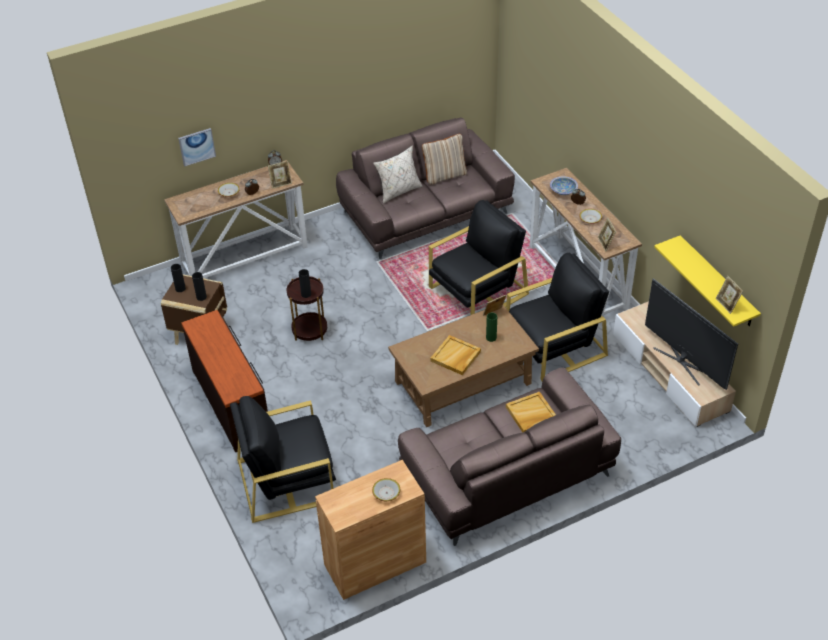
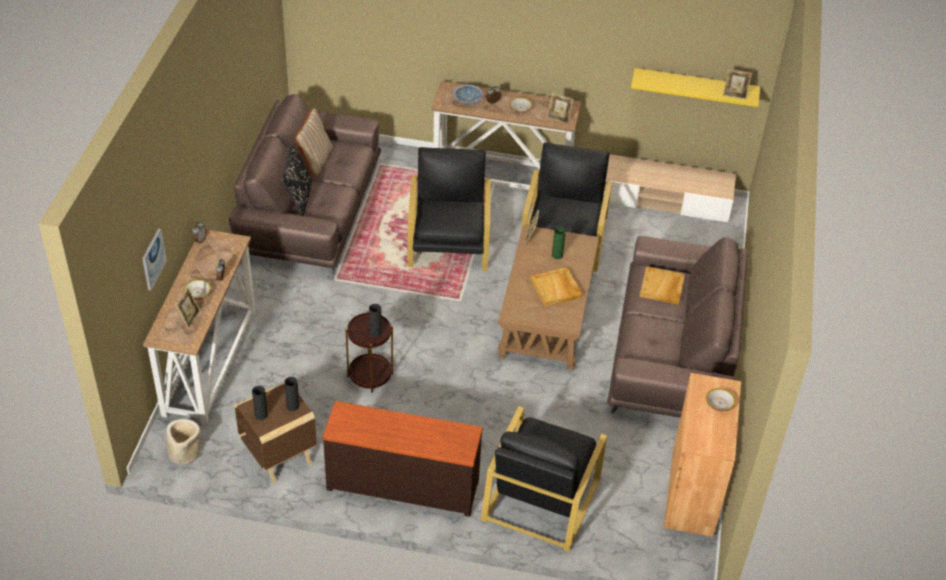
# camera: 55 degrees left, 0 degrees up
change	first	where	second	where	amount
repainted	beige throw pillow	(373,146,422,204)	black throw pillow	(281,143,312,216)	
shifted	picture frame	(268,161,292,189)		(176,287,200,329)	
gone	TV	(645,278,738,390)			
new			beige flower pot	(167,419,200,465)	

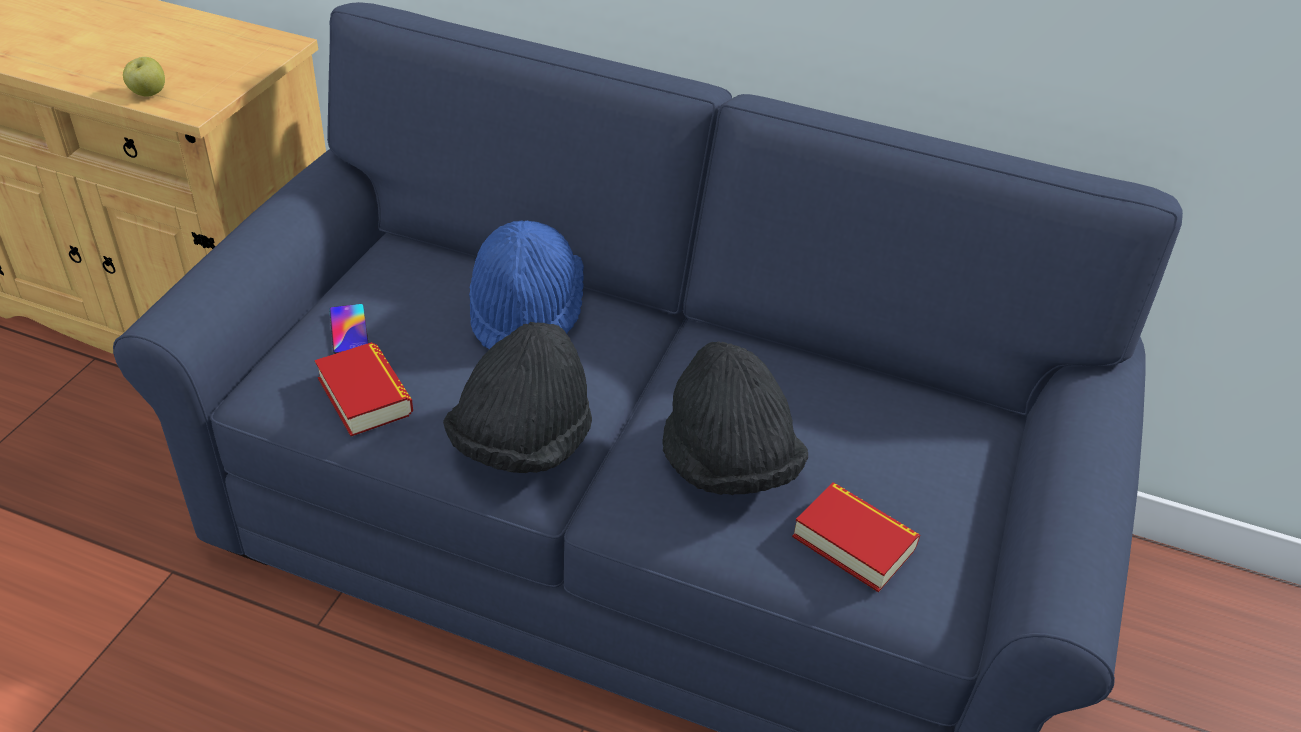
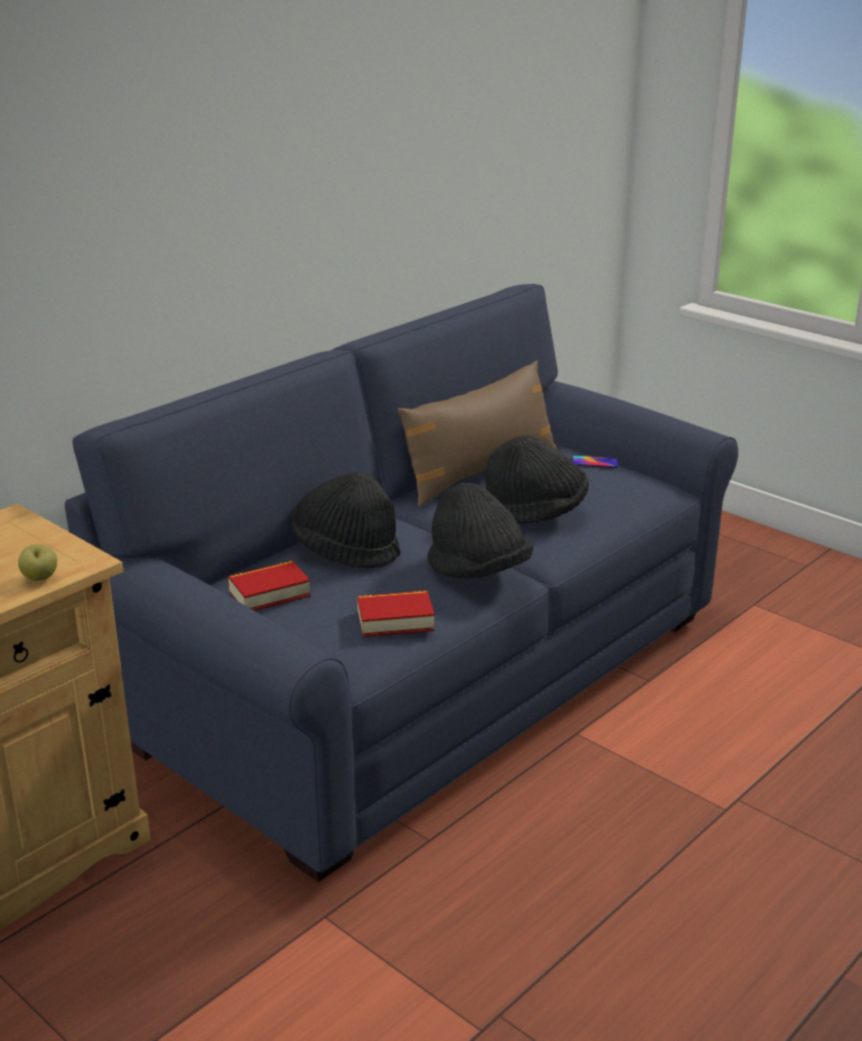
# camera: 65 degrees left, 15 degrees down
change	first	where	second	where	amount
repainted	blue-coloured hat	(469,220,584,349)	black hat	(291,472,401,569)	
shifted	telephone	(329,304,368,354)		(572,456,618,468)	
shifted	book	(792,482,920,592)		(228,561,311,611)	
new			brown-coloured throw pillow	(398,360,558,507)	

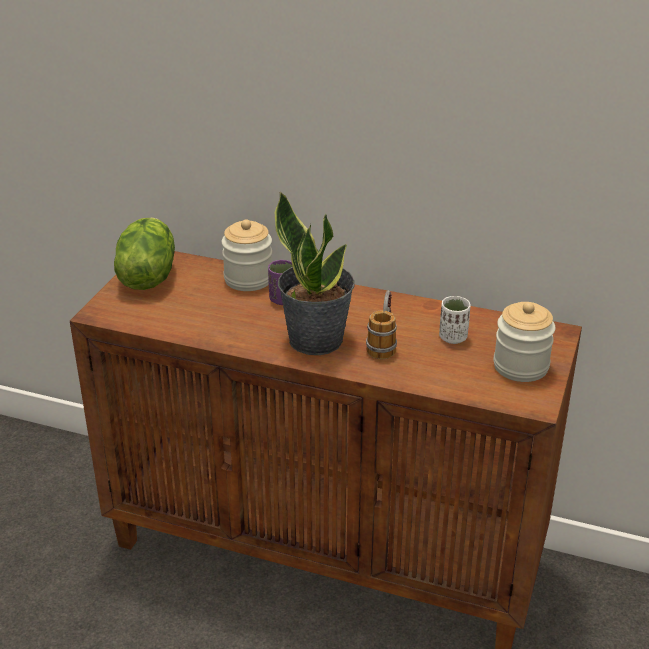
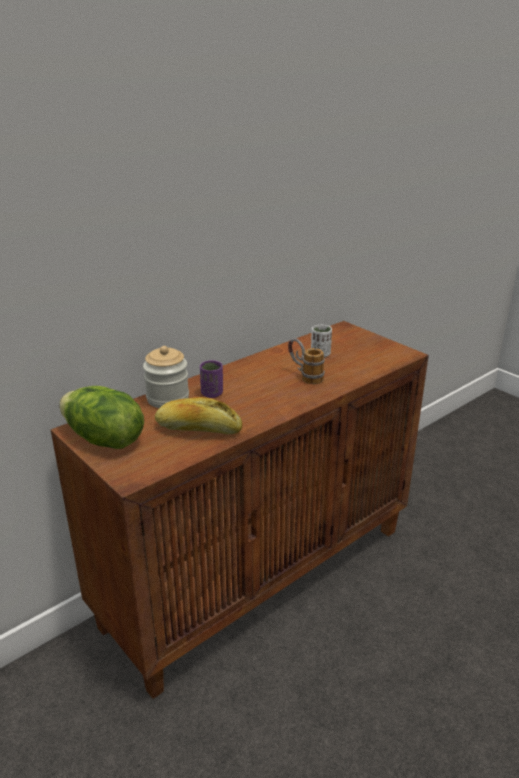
# camera: 60 degrees left, 5 degrees down
change	first	where	second	where	amount
gone	potted plant	(274,191,355,355)			
gone	preserve jar	(493,302,555,382)			
new			baked bread	(155,397,242,434)	

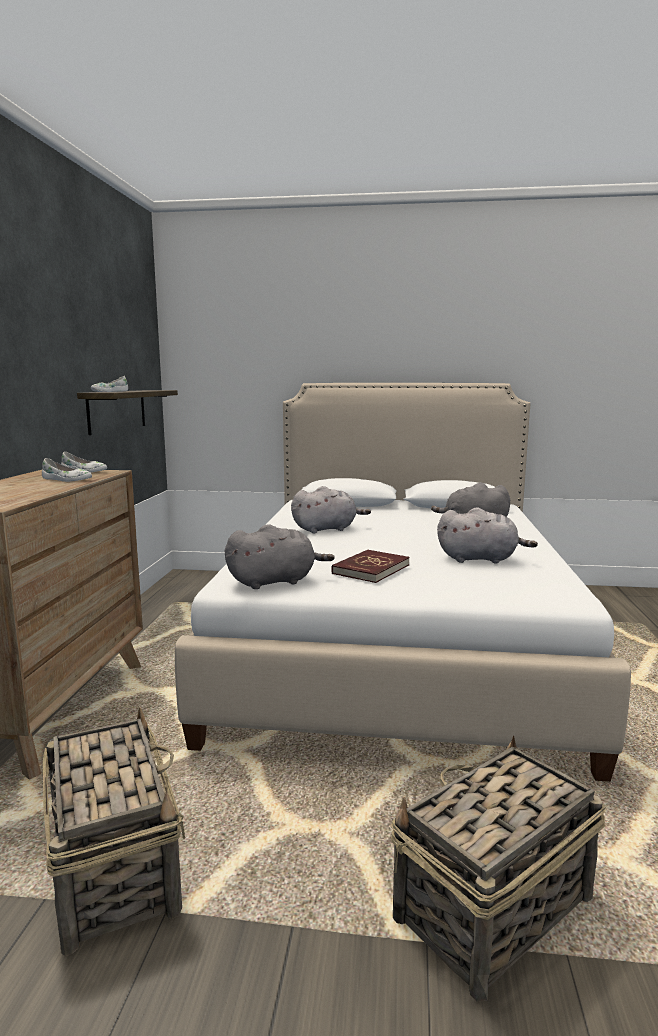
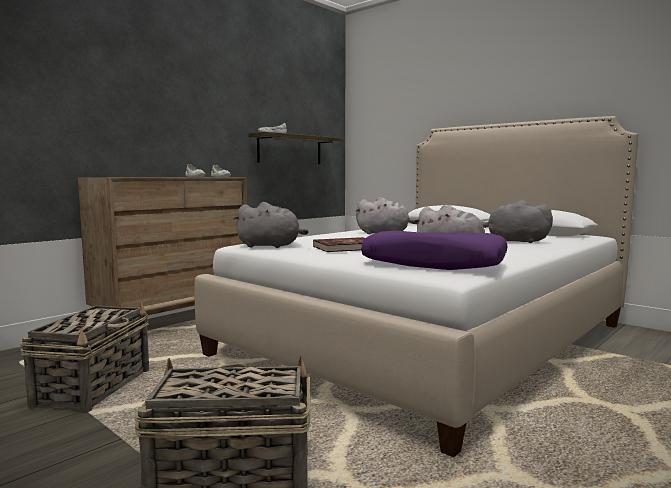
# camera: 35 degrees right, 5 degrees down
change	first	where	second	where	amount
new			purplish throw pillow	(361,231,508,270)	

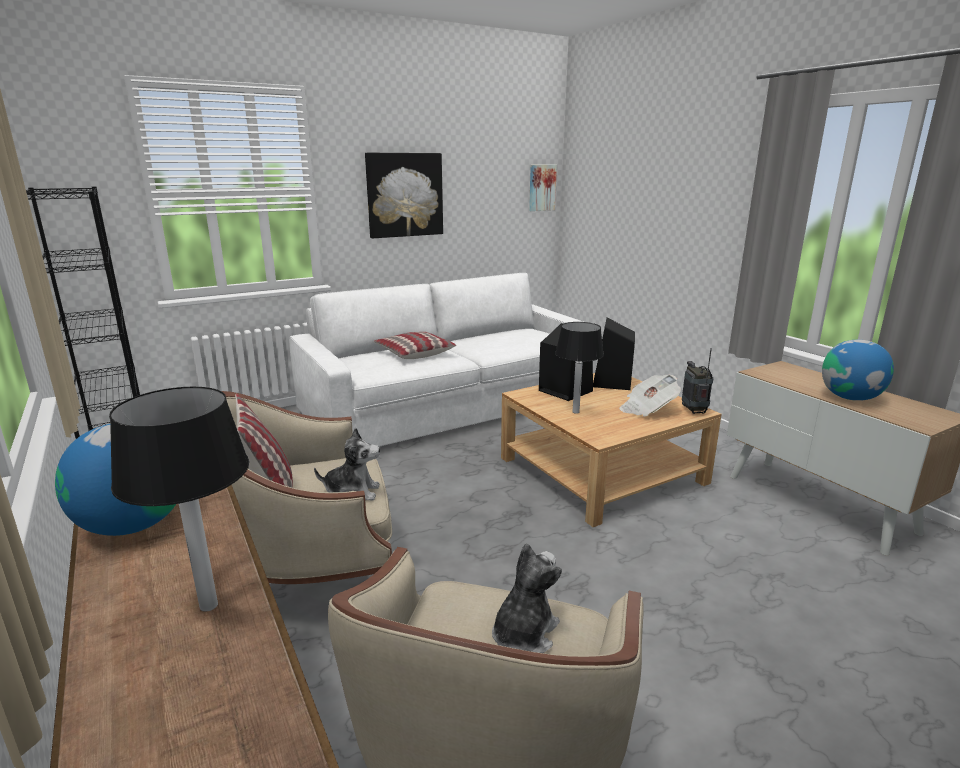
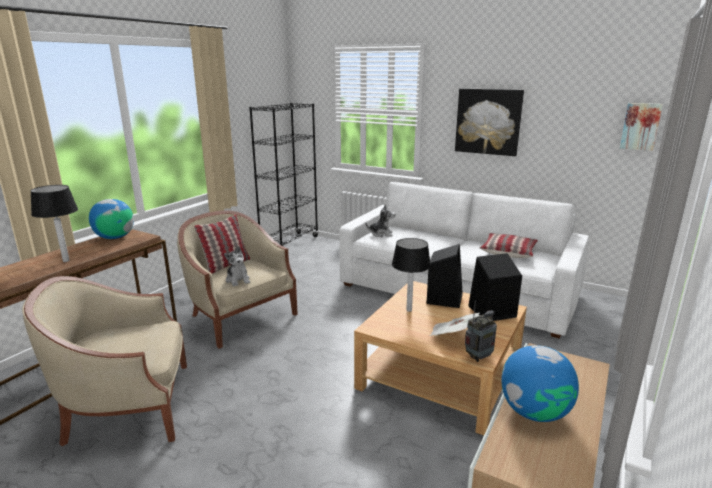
# camera: 60 degrees right, 0 degrees up
change	first	where	second	where	amount
shifted	throw pillow	(374,332,456,359)		(479,233,538,258)	
shifted	cuddly toy	(492,543,562,653)		(365,205,396,237)	

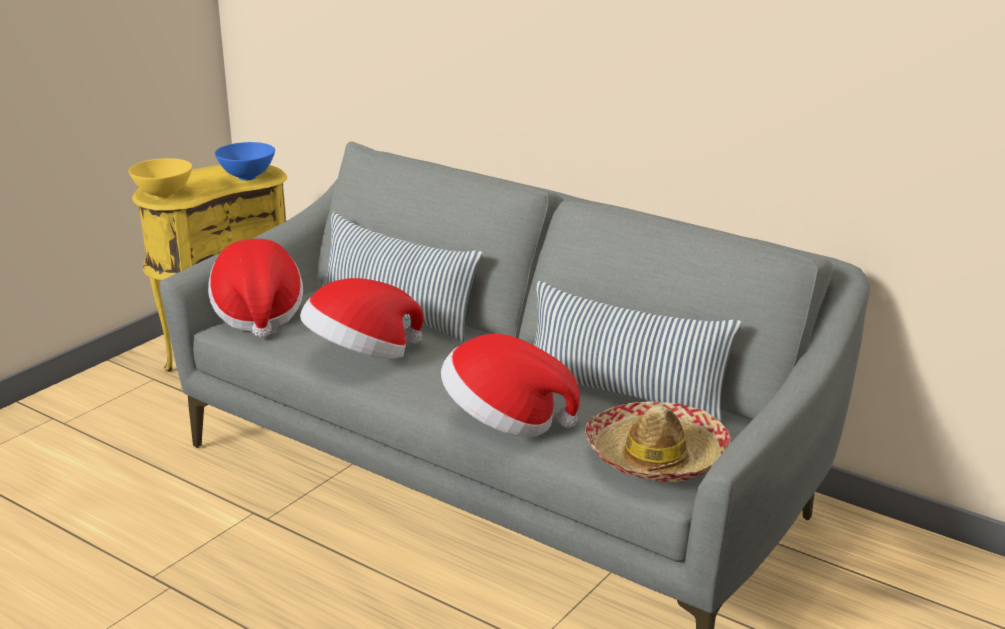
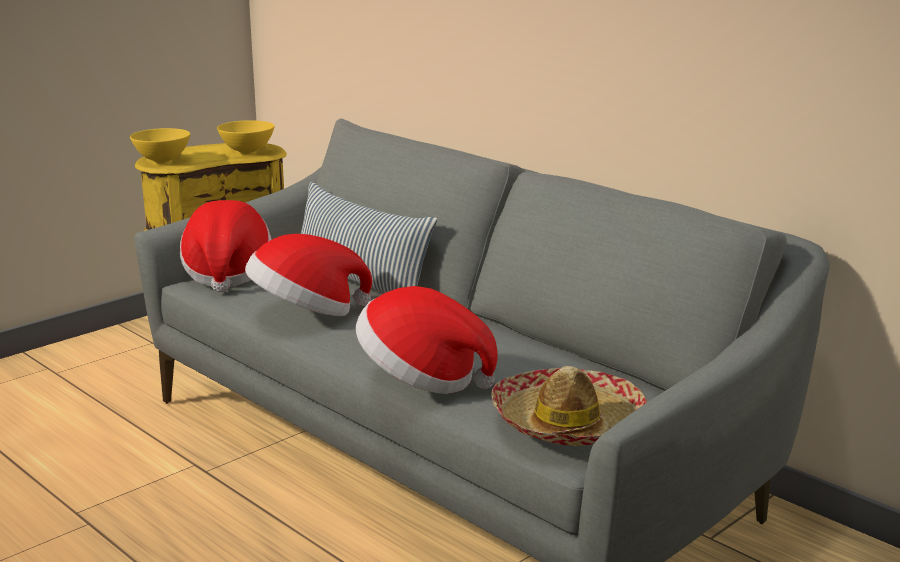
# camera: 10 degrees right, 5 degrees down
change	first	where	second	where	amount
repainted	blue-coloured serving bowl	(215,142,275,181)	yellow serving bowl	(217,120,275,155)	
gone	throw pillow	(534,281,741,423)			

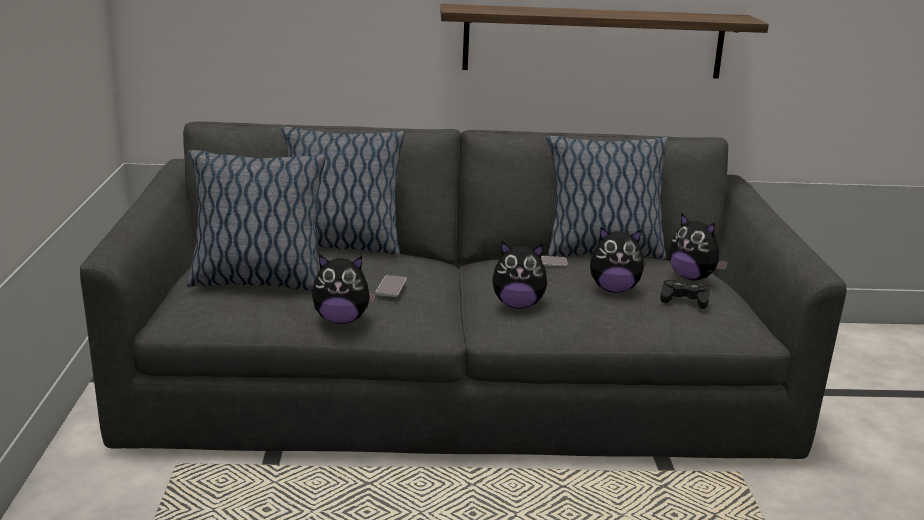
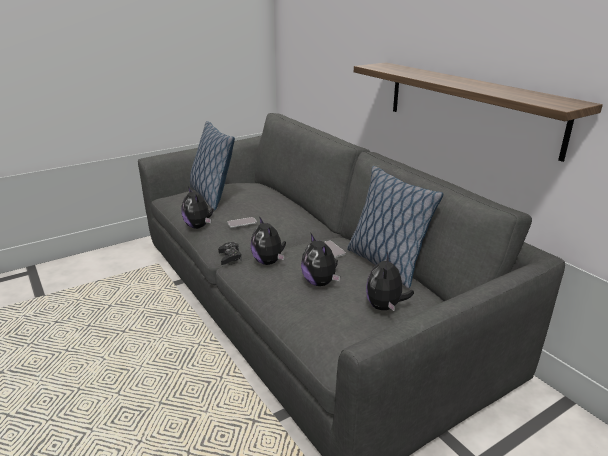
# camera: 60 degrees right, 5 degrees up
change	first	where	second	where	amount
gone	throw pillow	(281,127,404,255)			
shifted	black game controller	(660,279,710,309)		(218,242,242,265)	

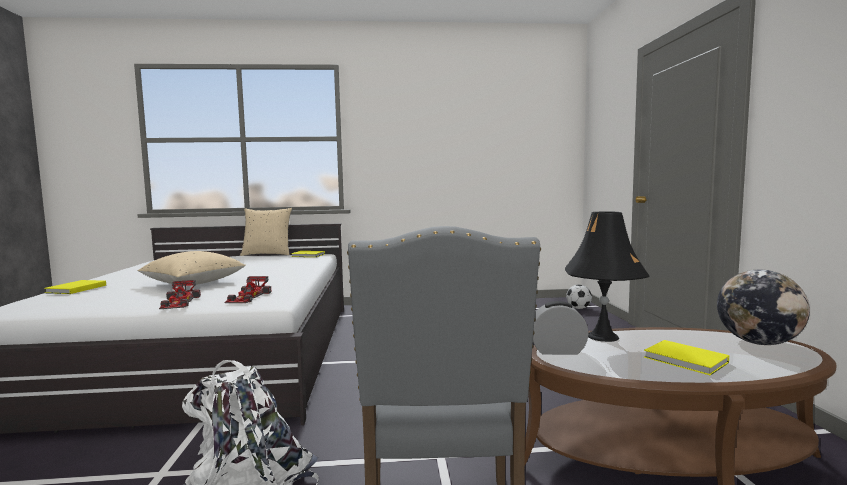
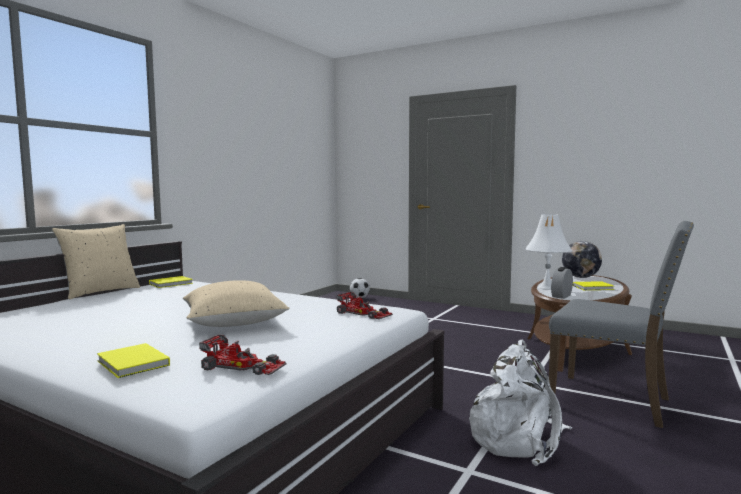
# camera: 55 degrees left, 0 degrees up
change	first	where	second	where	amount
repainted	black tabletop lamp	(565,211,649,342)	whitish tabletop lamp	(526,214,572,290)	
shifted	toy car	(159,280,201,309)		(199,334,287,375)	

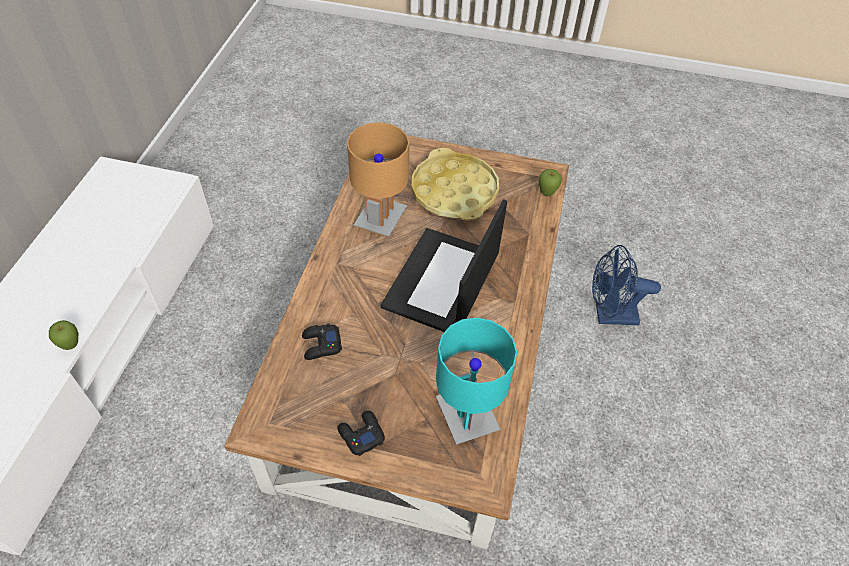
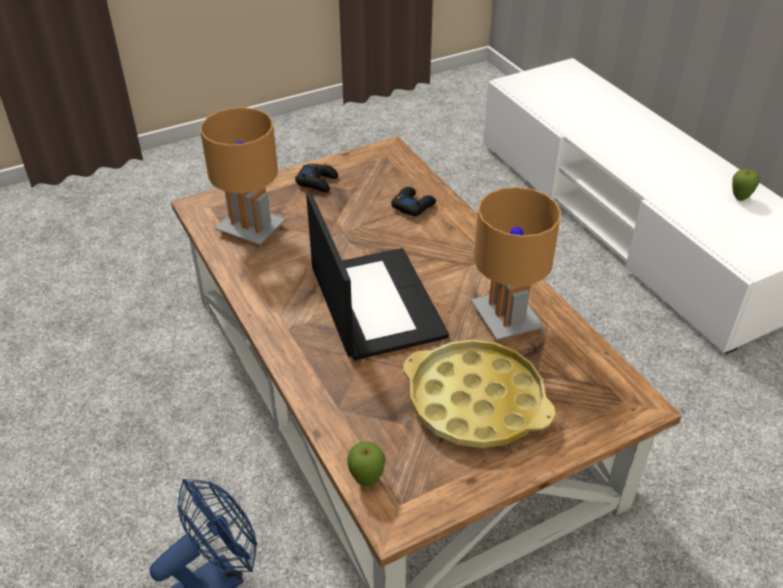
# camera: 140 degrees right, 10 degrees down
change	first	where	second	where	amount
repainted	turquoise tabletop lamp	(436,318,517,445)	brown-coloured tabletop lamp	(200,107,286,247)	
shifted	whole apple	(49,320,78,350)		(732,169,760,201)	

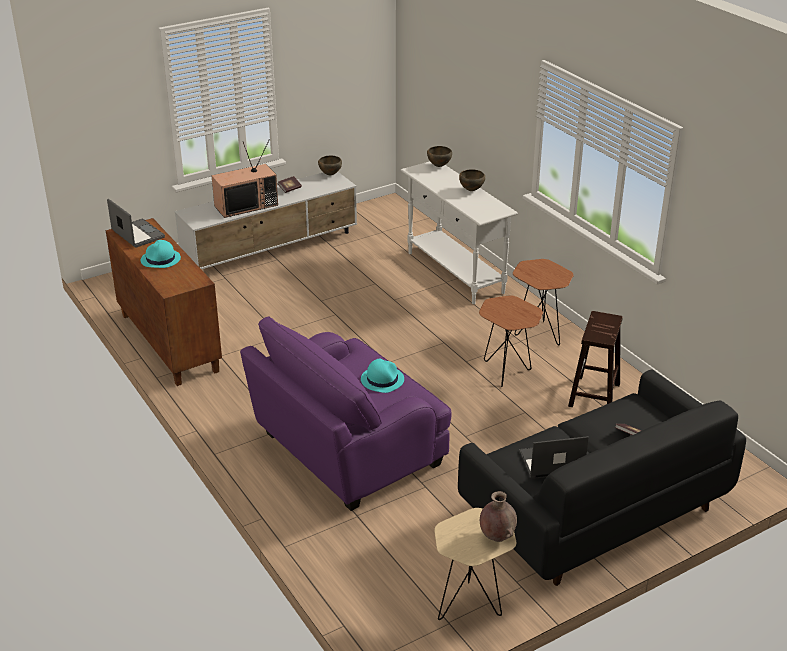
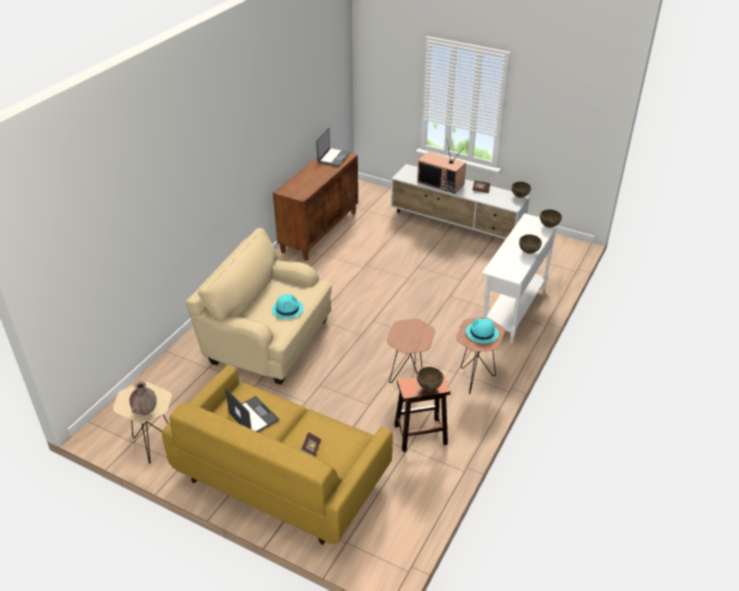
# camera: 60 degrees right, 5 degrees up
change	first	where	second	where	amount
shifted	turquoise hat	(141,240,181,268)		(466,318,499,343)	
repainted	purplish easy chair	(240,316,452,511)	beige easy chair	(186,228,332,384)	
repainted	black sofa	(458,369,746,586)	yellow sofa	(162,365,393,545)	
new			brown-coloured serving bowl	(417,367,443,391)	

